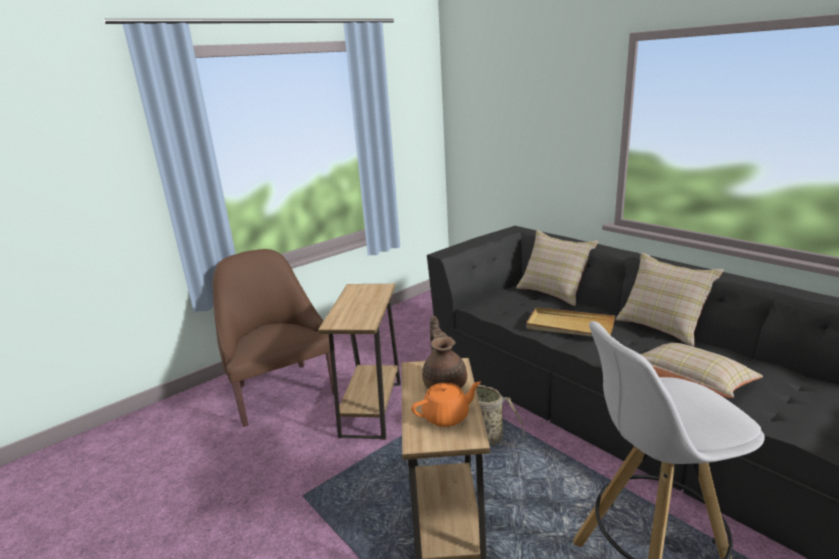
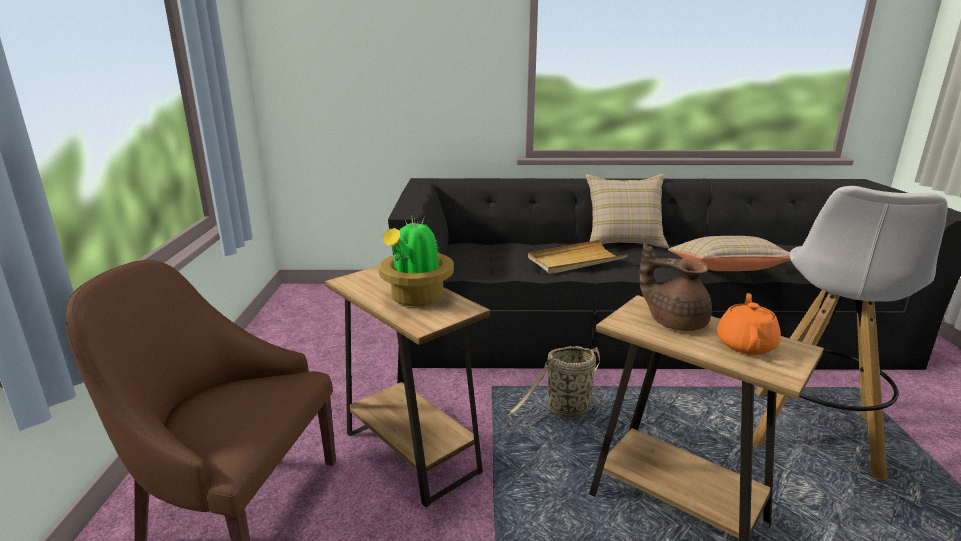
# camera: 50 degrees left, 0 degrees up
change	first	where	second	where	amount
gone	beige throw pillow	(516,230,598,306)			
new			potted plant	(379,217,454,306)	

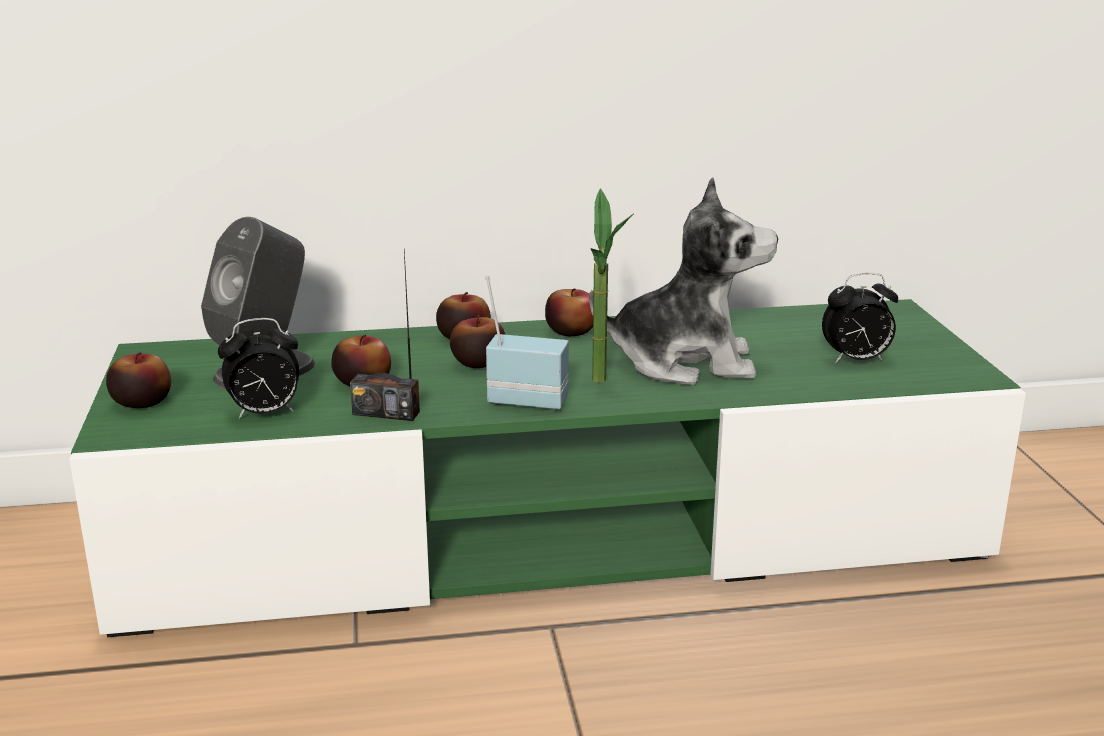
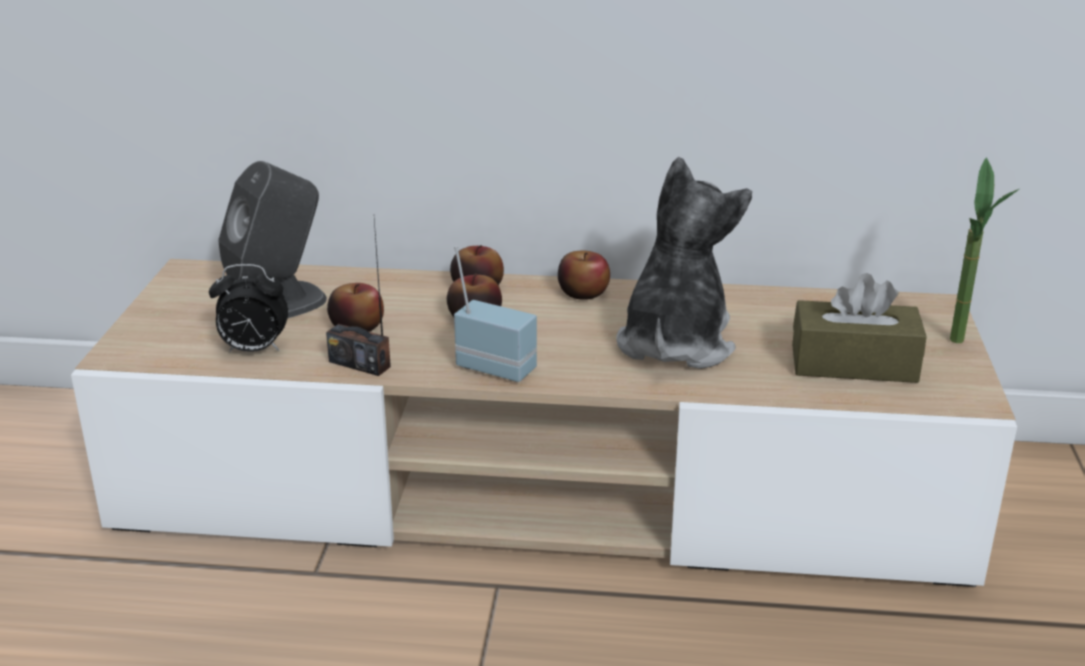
# camera: 15 degrees right, 5 degrees up
change	first	where	second	where	amount
rotated	cuddly toy	(589,177,778,385)		(616,157,752,369)	90 degrees counterclockwise
shifted	potted plant	(591,188,634,383)		(950,157,1019,343)	
swapped	table clock	(822,273,898,363)	brown-coloured tissue box	(792,273,927,383)	
repainted	greenish media console	(69,299,1026,637)	beige media console	(71,259,1017,587)	
gone	whole apple	(106,352,171,408)			

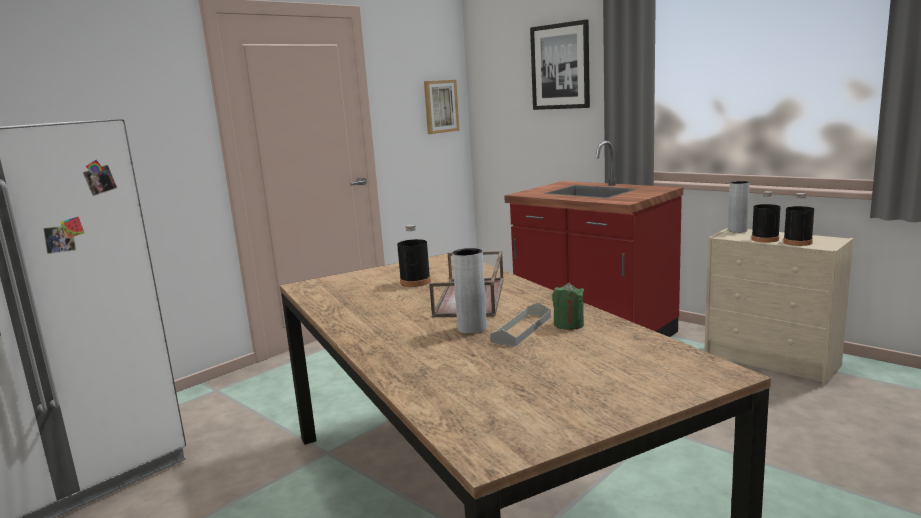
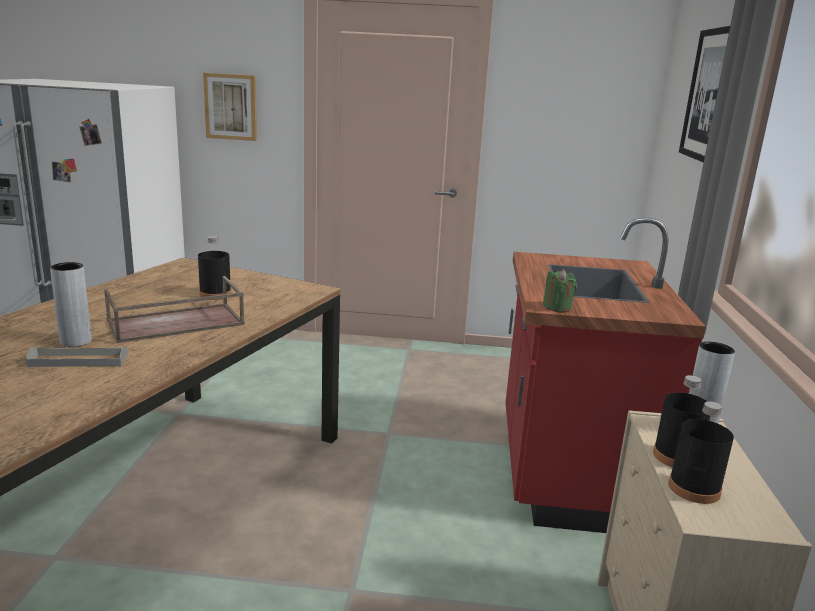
# camera: 50 degrees right, 5 degrees up
change	first	where	second	where	amount
shifted	wall art	(424,80,459,134)		(203,73,257,141)	
shifted	greenish wax candle	(552,282,584,330)		(543,269,577,312)	

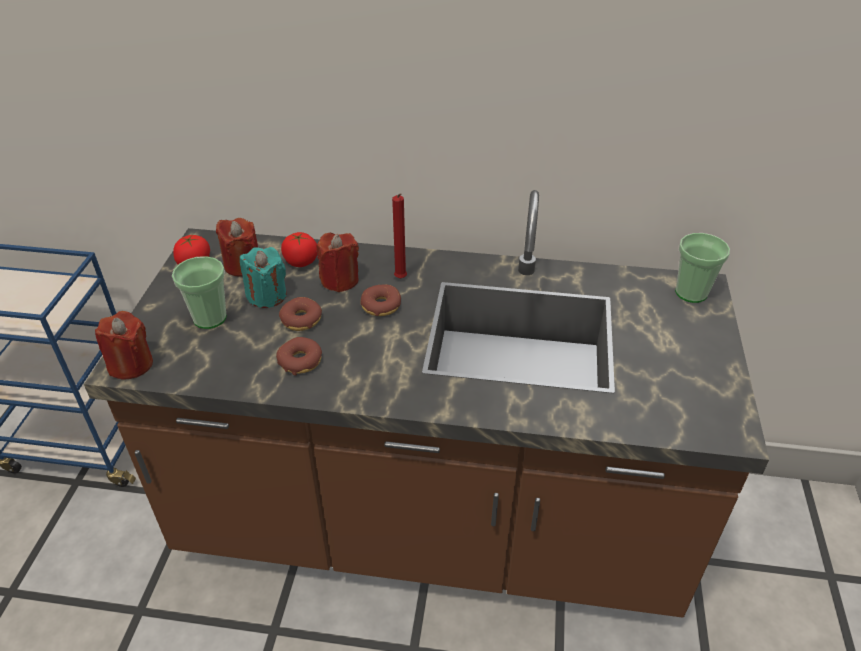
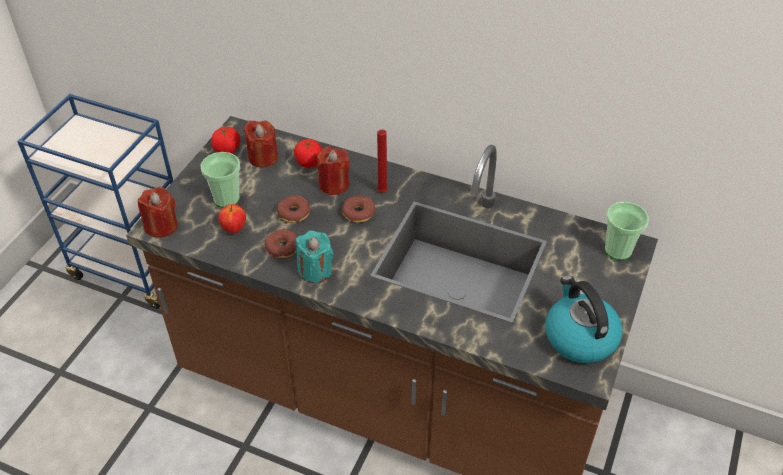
# camera: 15 degrees right, 5 degrees up
change	first	where	second	where	amount
shifted	turquoise wax candle	(240,247,287,308)		(295,230,333,283)	
new			whole apple	(218,204,246,234)	
new			water kettle	(545,276,623,363)	

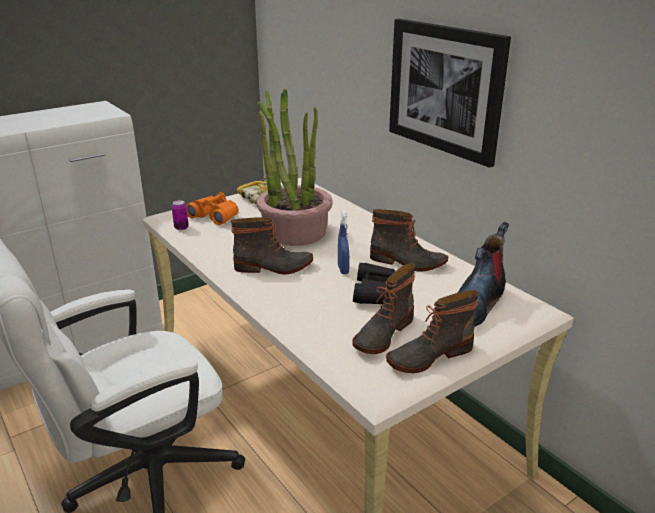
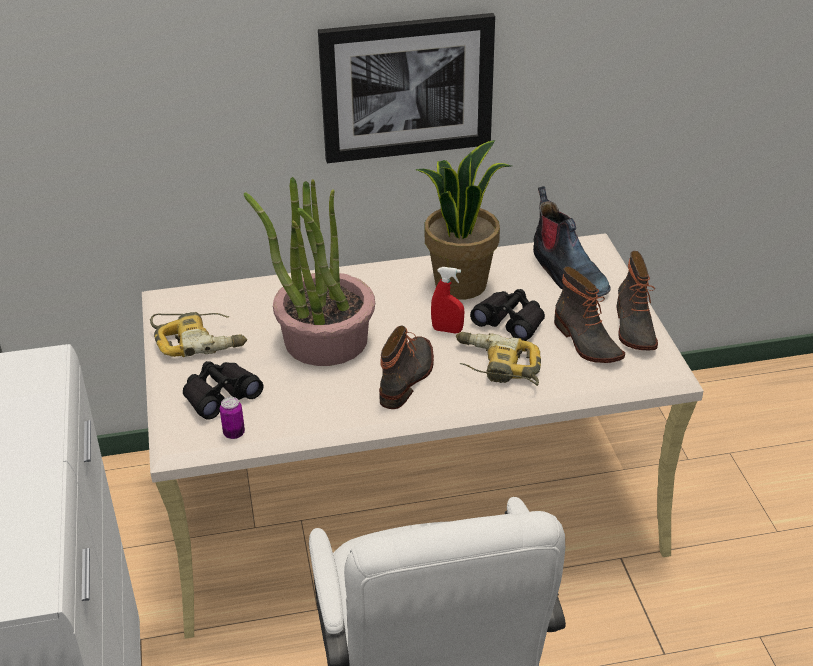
# camera: 65 degrees left, 10 degrees up
change	first	where	second	where	amount
repainted	orange pair of binoculars	(186,192,239,225)	black pair of binoculars	(183,361,263,420)	
swapped	tall boot	(370,209,448,272)	potted plant	(415,140,511,300)	
repainted	blue-coloured hand sprayer	(338,210,349,274)	reddish hand sprayer	(431,267,465,333)	
new			drill	(456,332,541,386)	

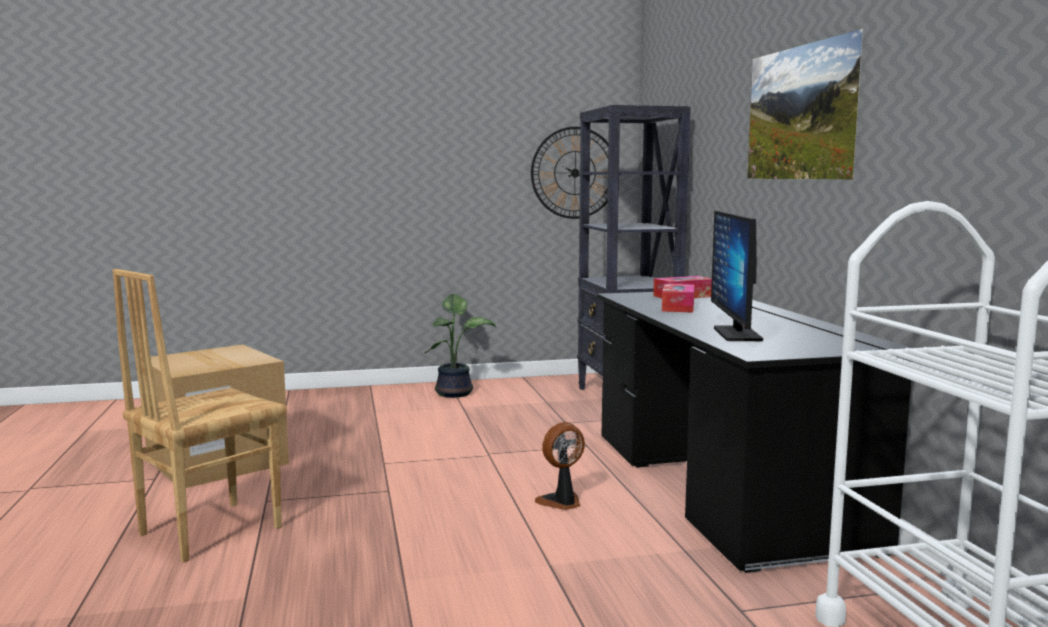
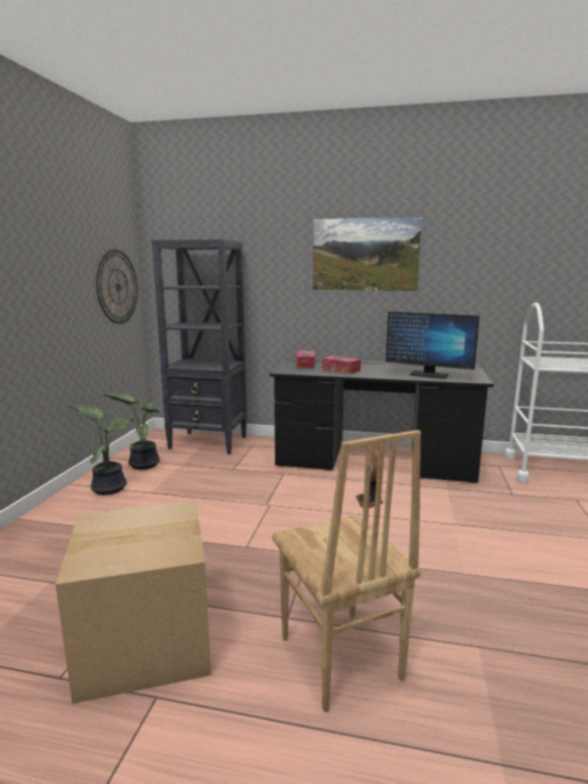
# camera: 65 degrees left, 5 degrees up
change	first	where	second	where	amount
new			potted plant	(102,393,162,470)	

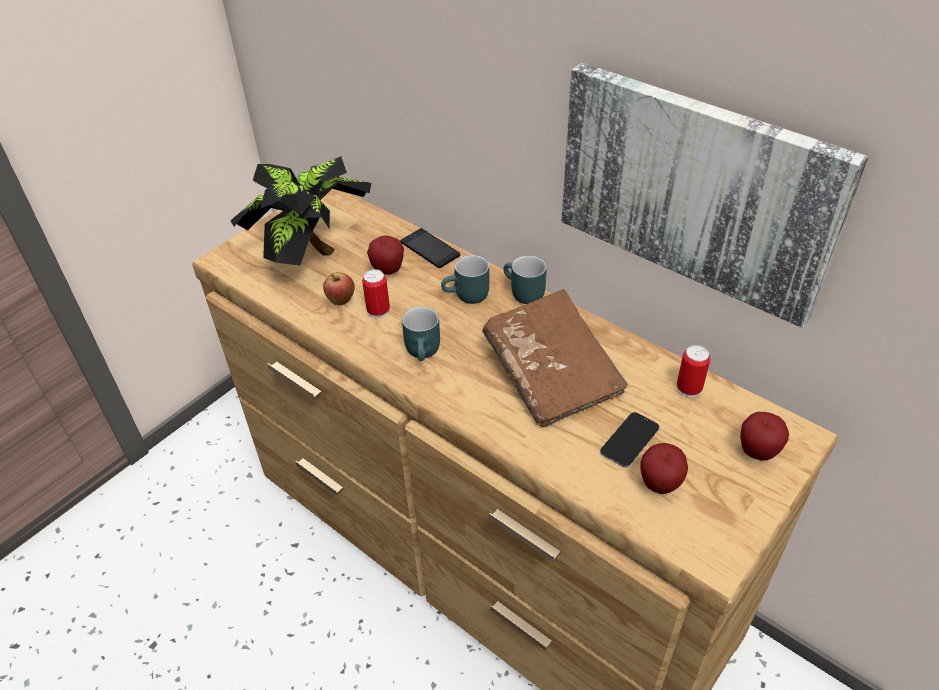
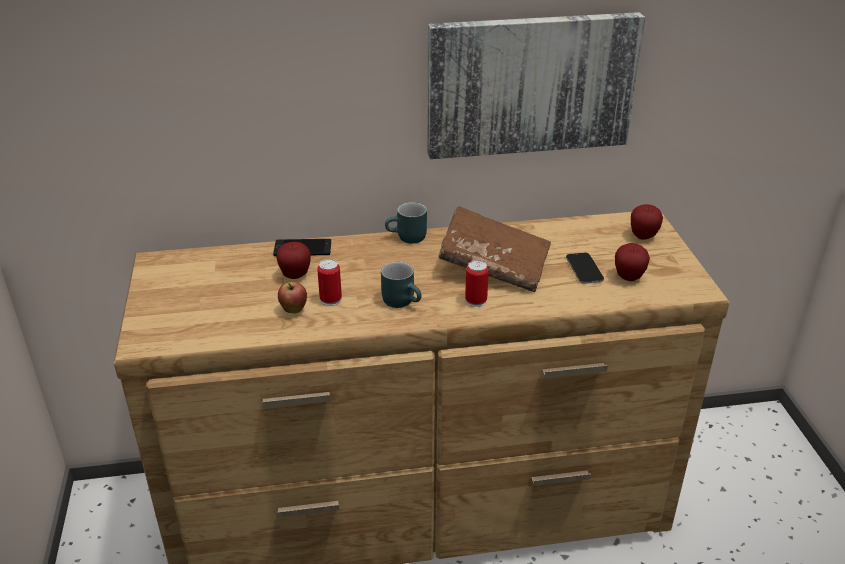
# camera: 50 degrees left, 10 degrees down
change	first	where	second	where	amount
gone	potted plant	(230,156,371,265)			
gone	turquoise coffee mug	(441,255,489,304)			
shifted	can	(677,345,710,397)		(465,260,489,307)	

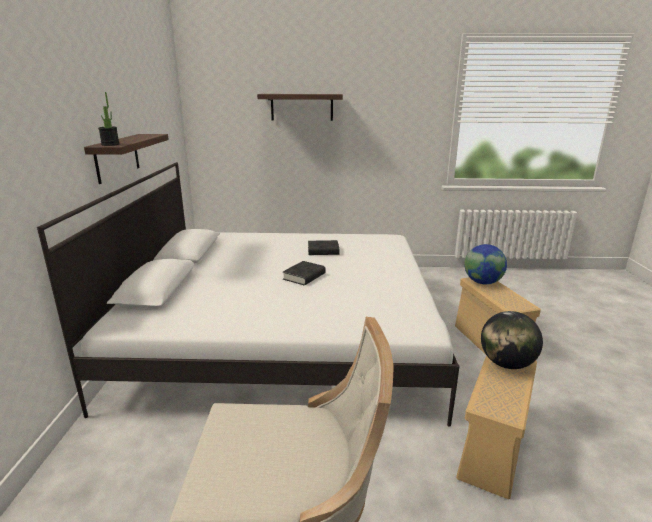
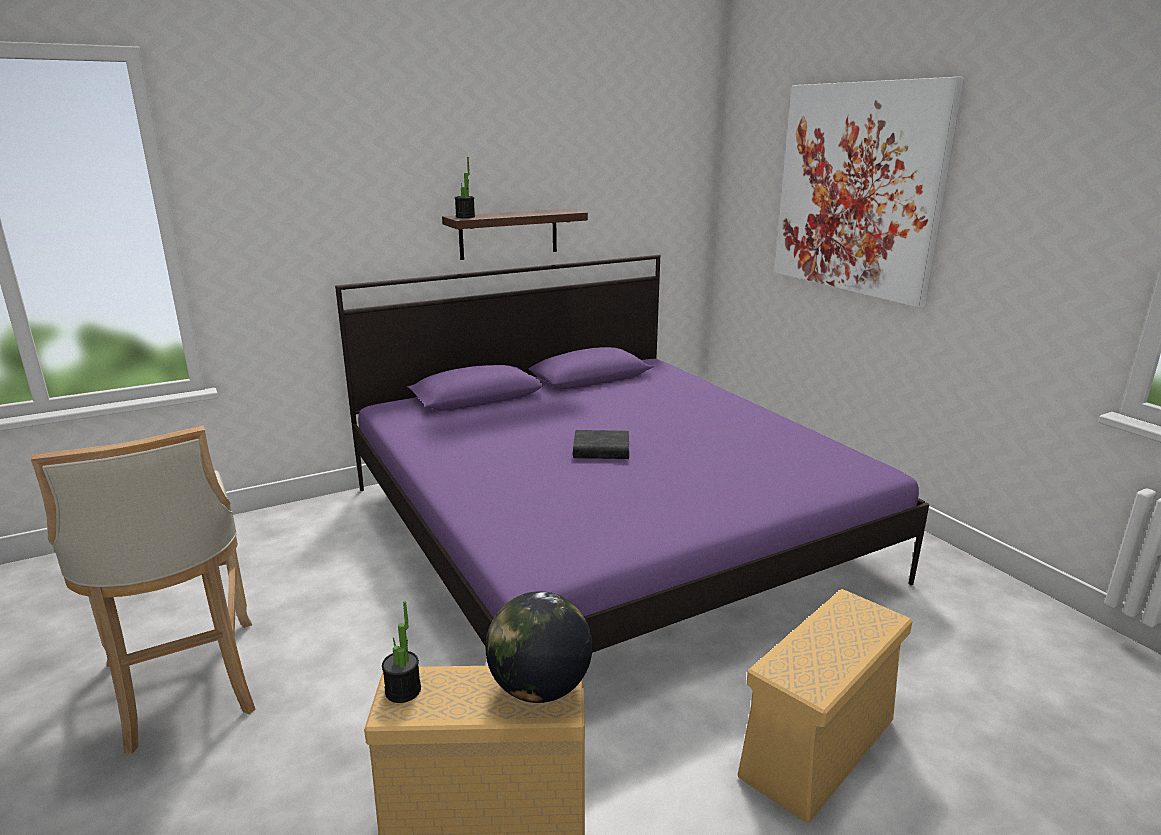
# camera: 60 degrees right, 0 degrees up
change	first	where	second	where	amount
swapped	bracket shelf	(257,94,343,121)	wall art	(774,77,964,307)	
repainted	whitish bedroom bed	(37,162,460,427)	purplish bedroom bed	(335,255,929,653)	
gone	black book	(308,240,340,255)			
gone	desk globe	(464,244,507,284)			
new			potted plant	(382,601,421,703)	

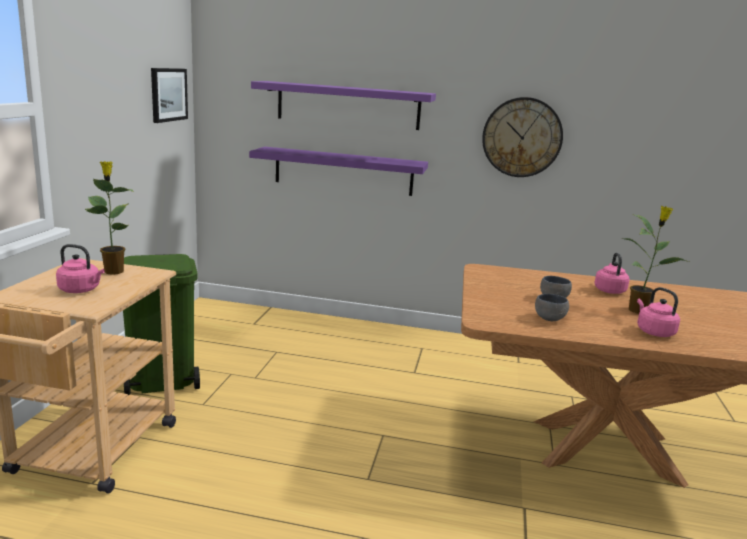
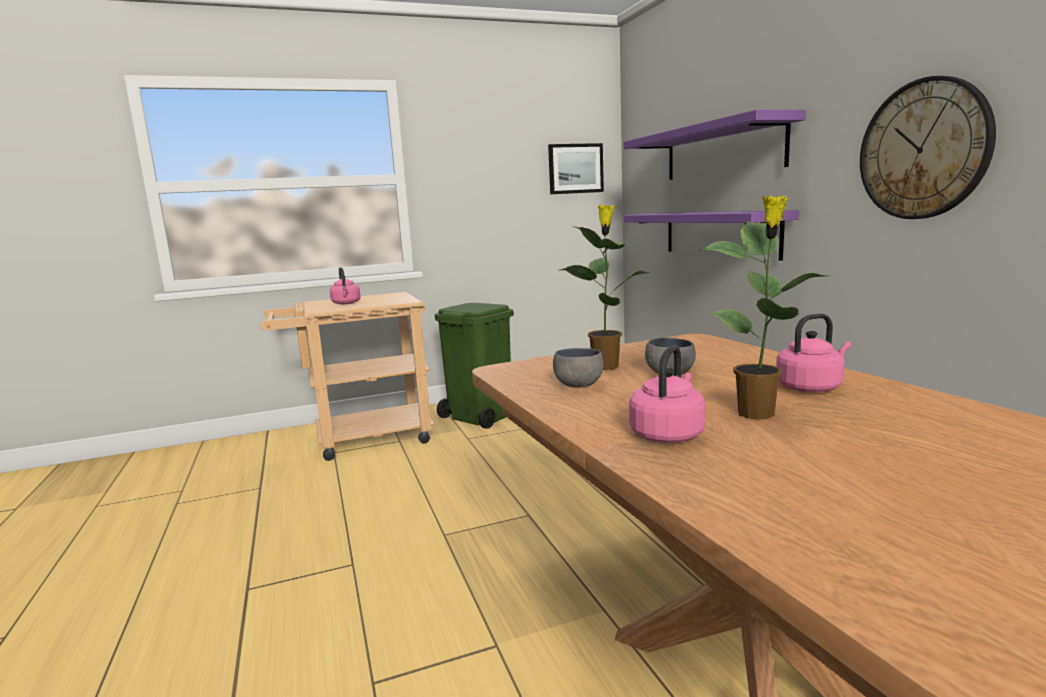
# camera: 60 degrees right, 5 degrees down
change	first	where	second	where	amount
shifted	potted plant	(85,161,133,275)		(560,205,650,370)	

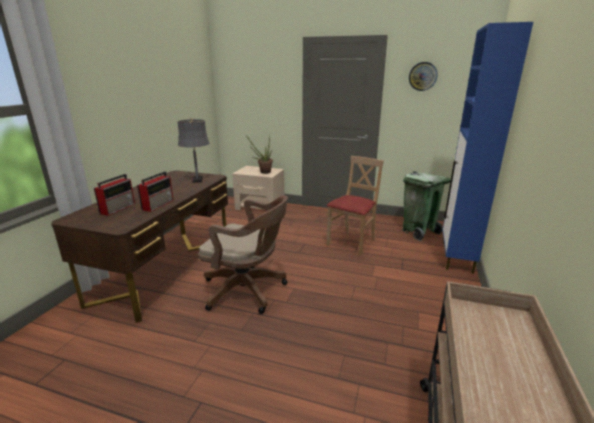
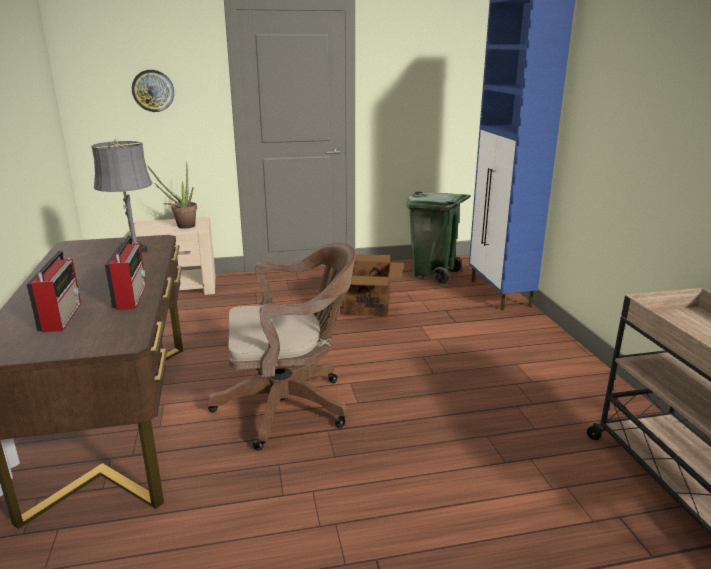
# camera: 30 degrees left, 0 degrees up
change	first	where	second	where	amount
shifted	clock on the wall	(409,62,438,91)		(132,70,174,112)	
swapped	beige chair	(326,156,384,256)	packing box	(344,254,403,317)	

